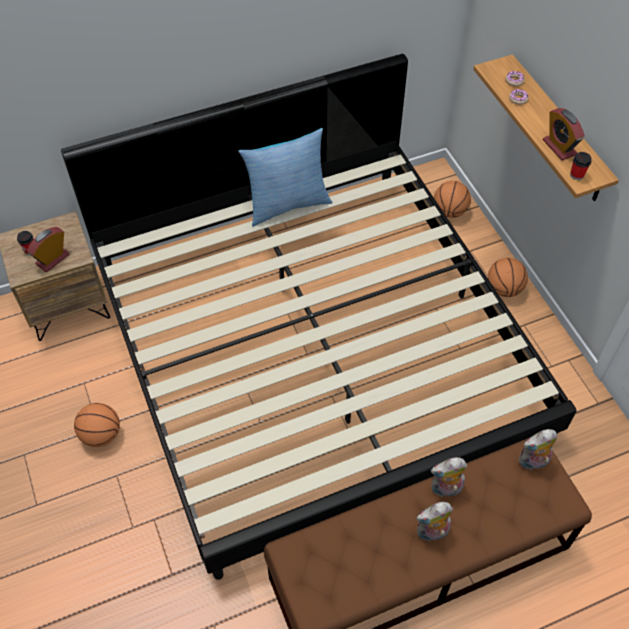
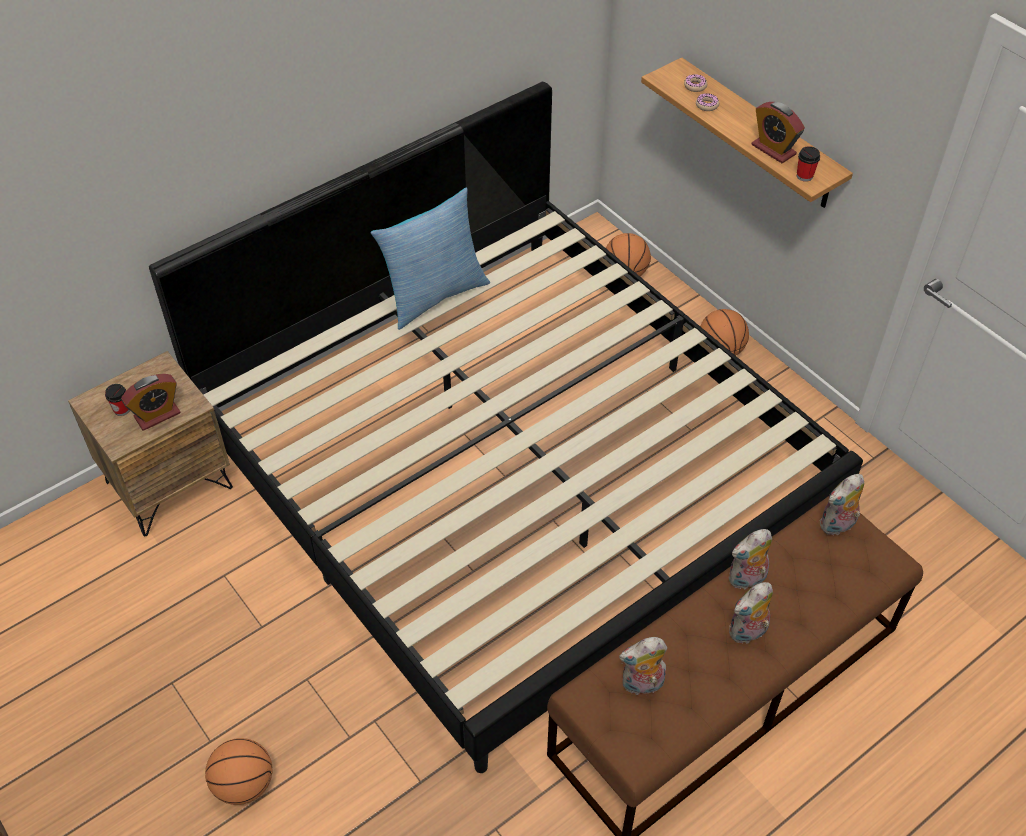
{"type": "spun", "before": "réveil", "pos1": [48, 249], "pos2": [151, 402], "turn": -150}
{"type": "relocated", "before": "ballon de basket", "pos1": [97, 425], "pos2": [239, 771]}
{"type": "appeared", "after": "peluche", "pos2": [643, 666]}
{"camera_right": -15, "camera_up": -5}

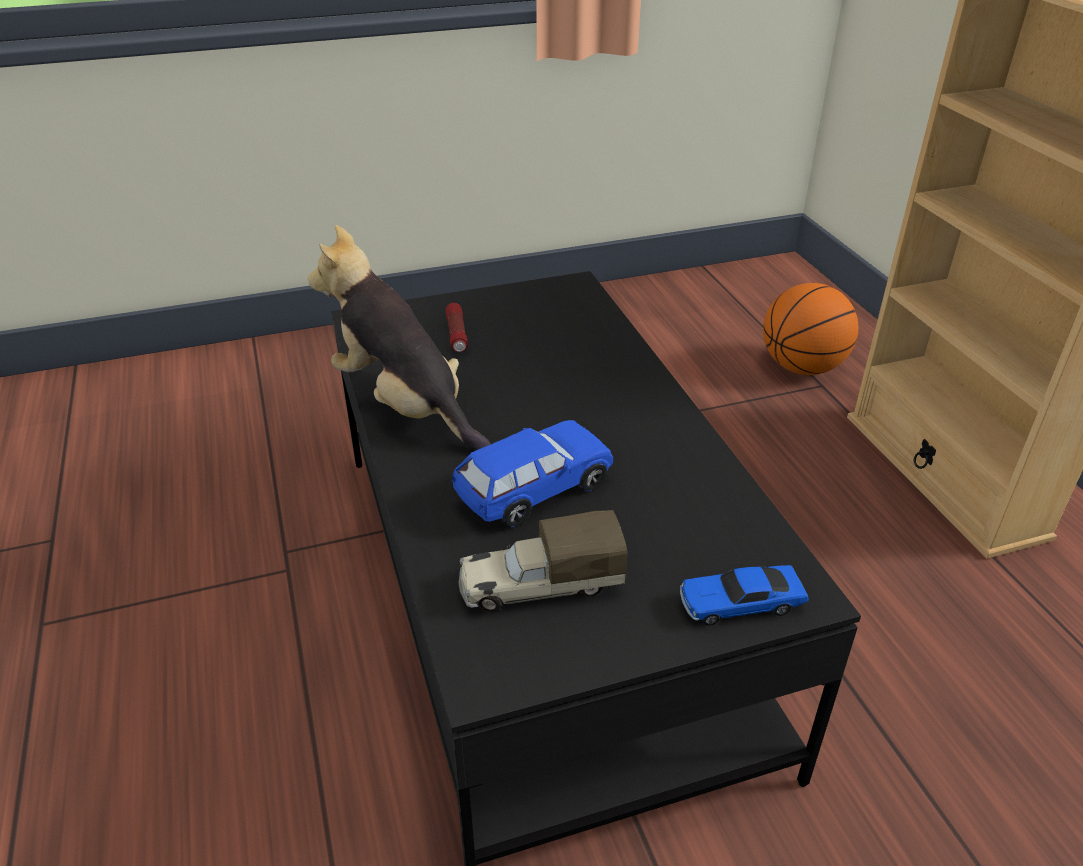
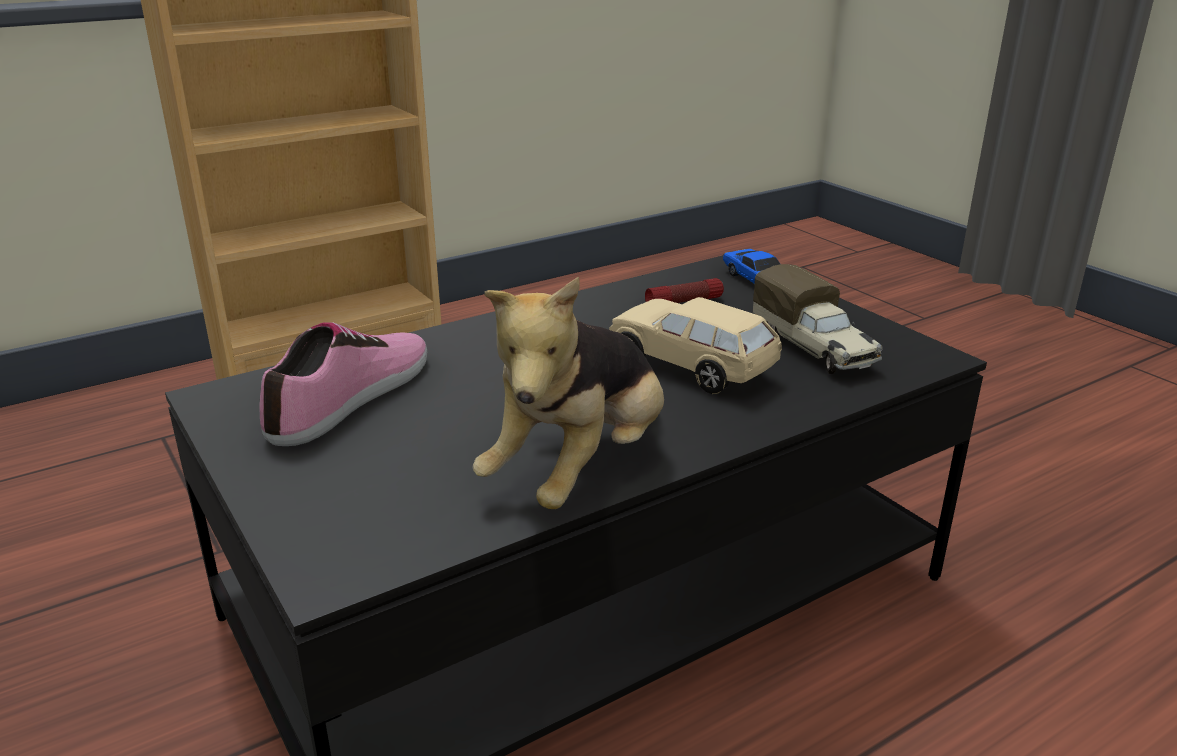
{"type": "appeared", "after": "chaussure", "pos2": [343, 384]}
{"type": "colour", "before": "petite voiture/bleu", "after": "petite voiture/beige", "pos1": [532, 474], "pos2": [695, 345]}
{"type": "relocated", "before": "lampe de poche", "pos1": [457, 327], "pos2": [684, 290]}
{"type": "missing", "before": "ballon de basket", "pos1": [810, 329]}
{"camera_right": -105, "camera_up": -10}

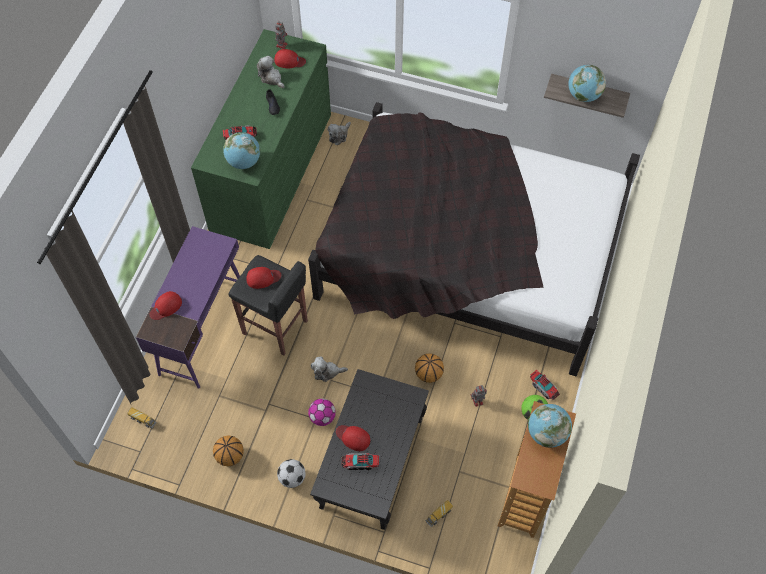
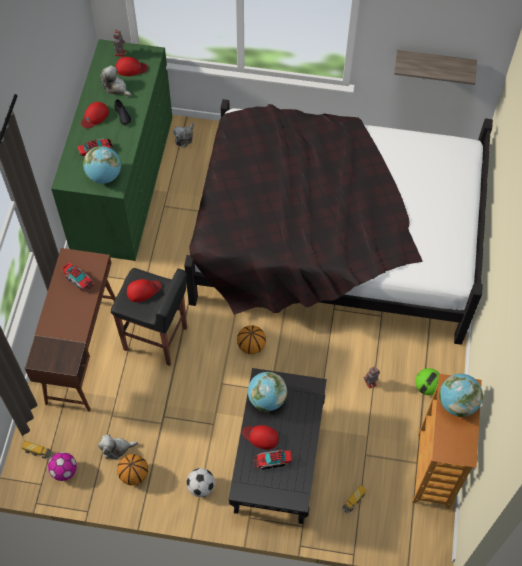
{"type": "colour", "before": "bureau/violet", "after": "bureau/marron", "pos1": [188, 307], "pos2": [70, 330]}
{"type": "relocated", "before": "ballon de foot", "pos1": [322, 412], "pos2": [62, 466]}
{"type": "relocated", "before": "camion jouet", "pos1": [545, 385], "pos2": [78, 277]}
{"type": "relocated", "before": "casquette/rouge", "pos1": [166, 305], "pos2": [95, 115]}
{"type": "relocated", "before": "peluche", "pos1": [329, 369], "pos2": [118, 447]}
{"type": "relocated", "before": "ballon de basket", "pos1": [429, 368], "pos2": [251, 339]}
{"type": "relocated", "before": "globe", "pos1": [587, 83], "pos2": [267, 391]}
{"camera_right": -10, "camera_up": 0}

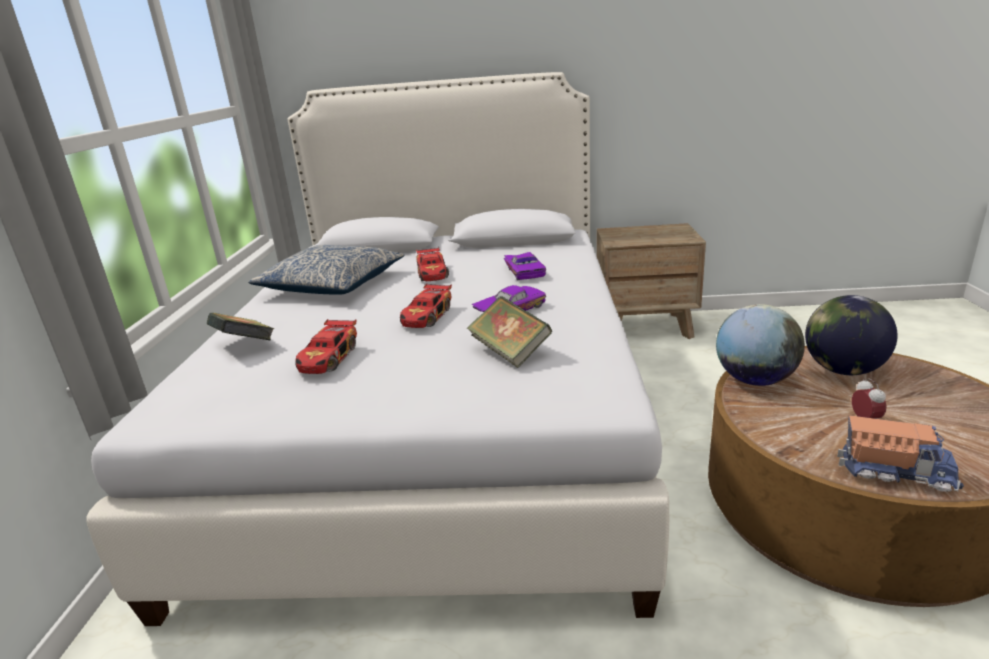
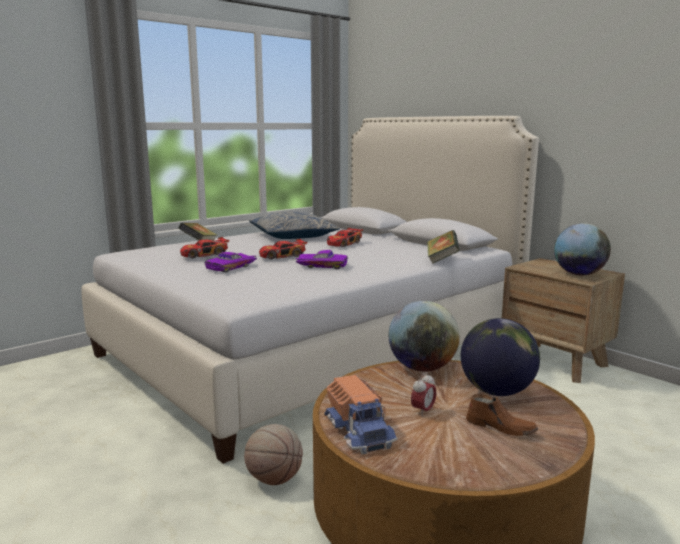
{"type": "relocated", "before": "petite voiture/violet", "pos1": [525, 266], "pos2": [231, 262]}
{"type": "appeared", "after": "ballon de basket", "pos2": [273, 454]}
{"type": "relocated", "before": "livre", "pos1": [509, 332], "pos2": [443, 247]}
{"type": "appeared", "after": "chaussure/marron", "pos2": [502, 415]}
{"type": "appeared", "after": "globe", "pos2": [582, 249]}
{"camera_right": 45, "camera_up": -10}

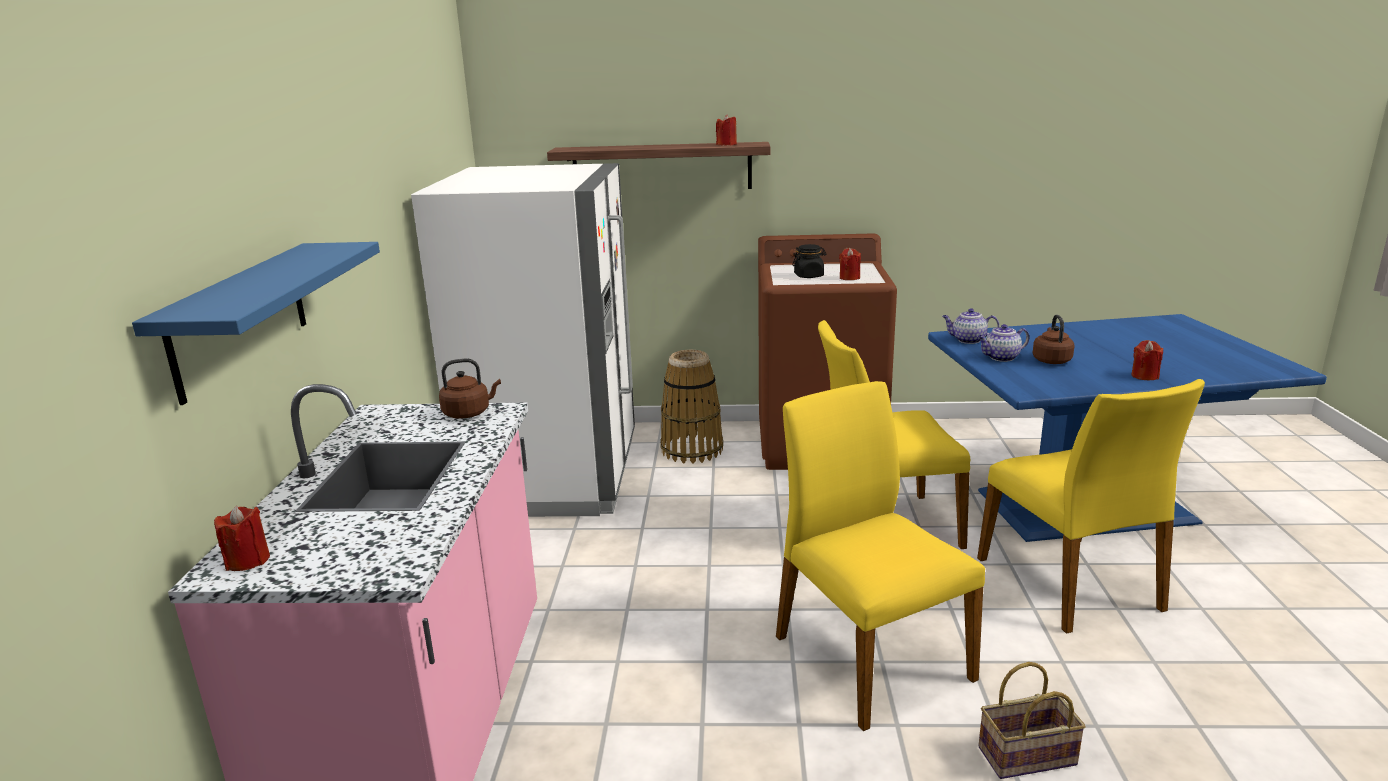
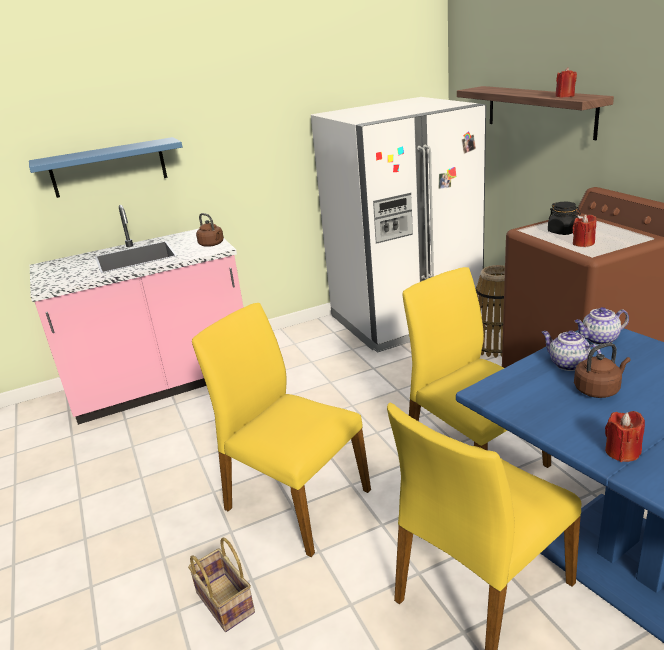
{"type": "spun", "before": "chaise/jaune", "pos1": [880, 556], "pos2": [281, 430], "turn": -90}
{"type": "spun", "before": "théière", "pos1": [970, 326], "pos2": [602, 326], "turn": -90}
{"type": "missing", "before": "bougie/rouge", "pos1": [242, 538]}
{"camera_right": 65, "camera_up": 5}

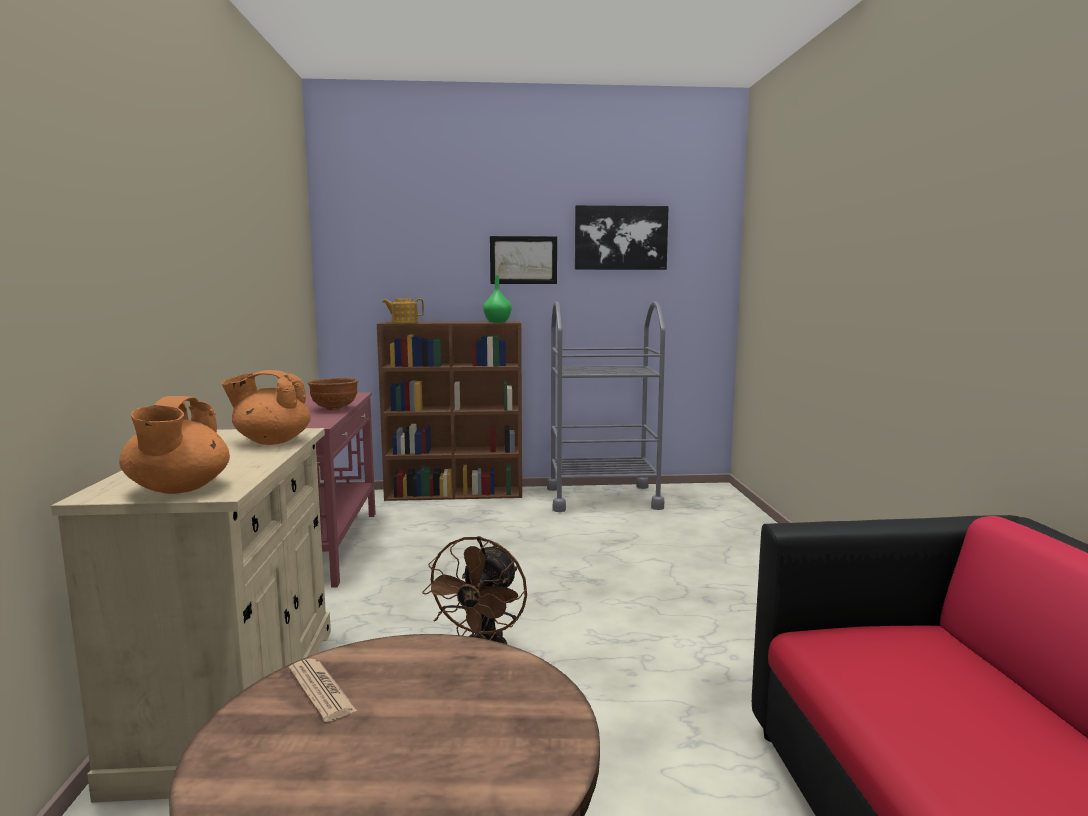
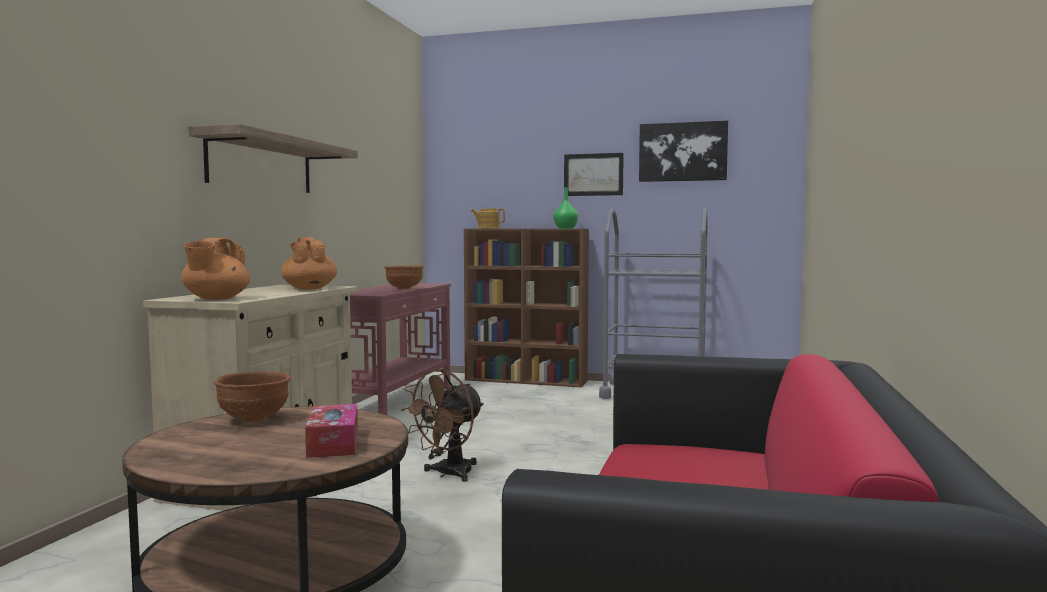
{"type": "appeared", "after": "étagère", "pos2": [273, 158]}
{"type": "exchanged", "before": "journal", "after": "bol/marron", "pos1": [322, 690], "pos2": [252, 397]}
{"type": "spun", "before": "théière/orange", "pos1": [265, 407], "pos2": [309, 263], "turn": 45}
{"type": "appeared", "after": "boîte à mouchoirs", "pos2": [331, 431]}
{"camera_right": 20, "camera_up": -5}

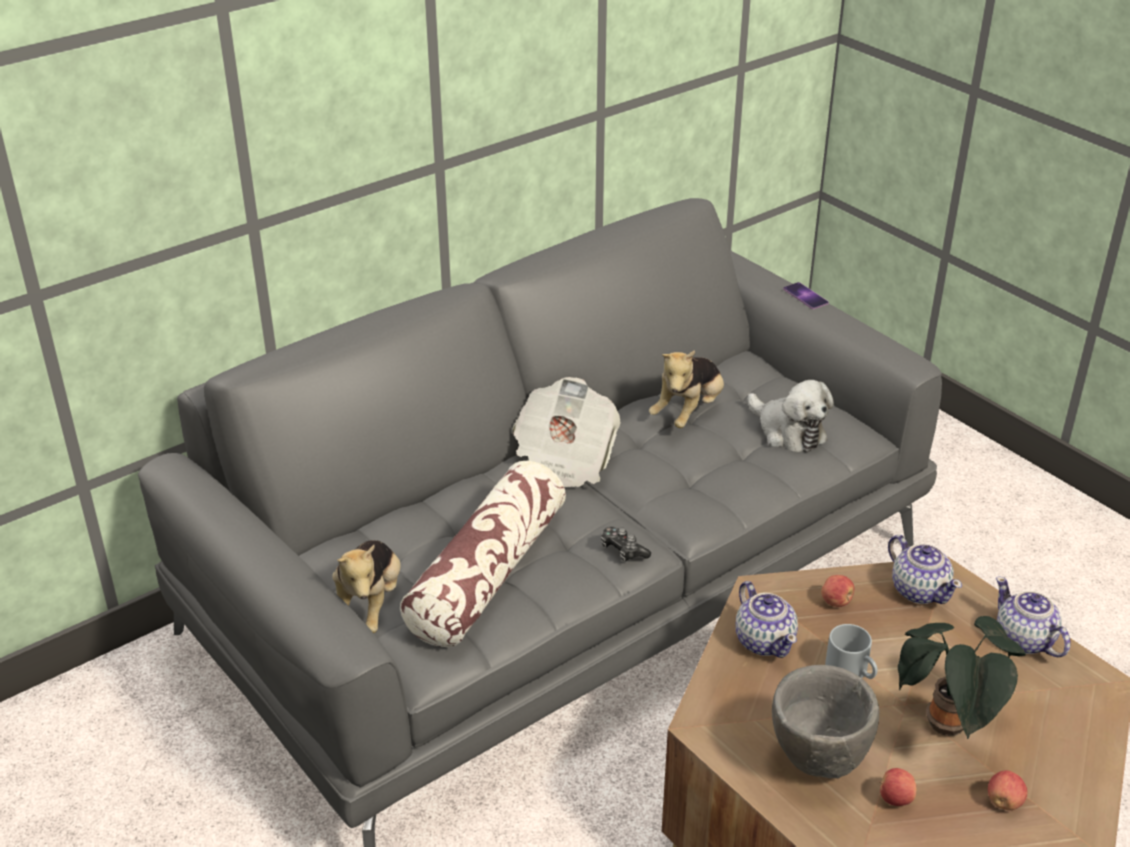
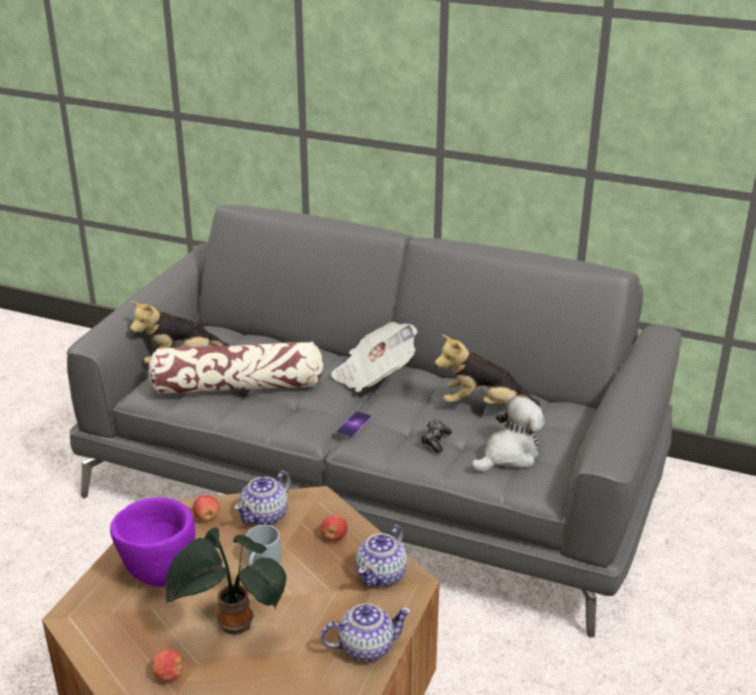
{"type": "colour", "before": "bol/gris", "after": "bol/violet", "pos1": [825, 722], "pos2": [152, 542]}
{"type": "relocated", "before": "pomme", "pos1": [898, 787], "pos2": [206, 508]}
{"type": "spun", "before": "théière", "pos1": [1033, 617], "pos2": [366, 632], "turn": 45}
{"type": "relocated", "before": "téléphone", "pos1": [806, 295], "pos2": [354, 424]}
{"type": "relocated", "before": "manette", "pos1": [626, 544], "pos2": [436, 436]}
{"type": "spun", "before": "peluche", "pos1": [790, 416], "pos2": [508, 434], "turn": -150}
{"camera_right": 60, "camera_up": -5}

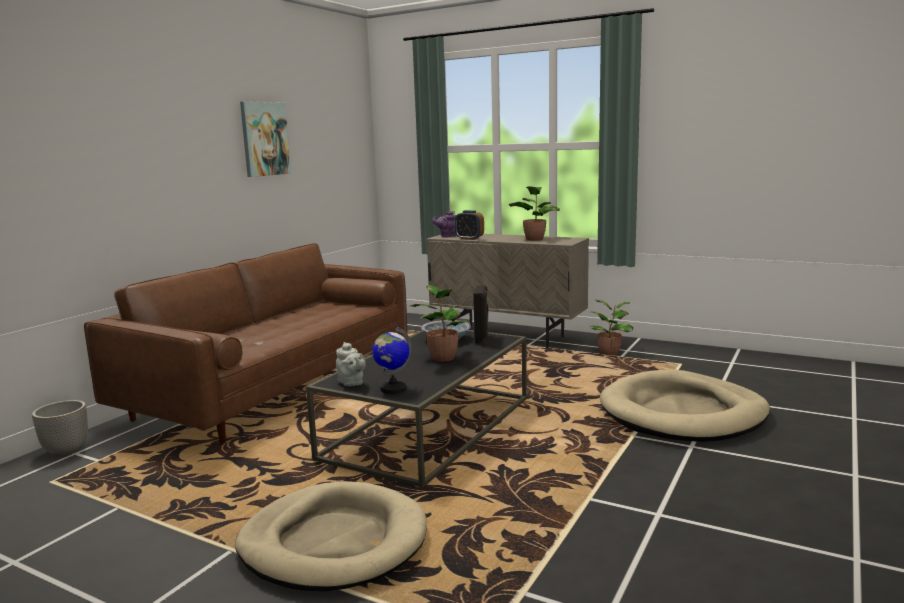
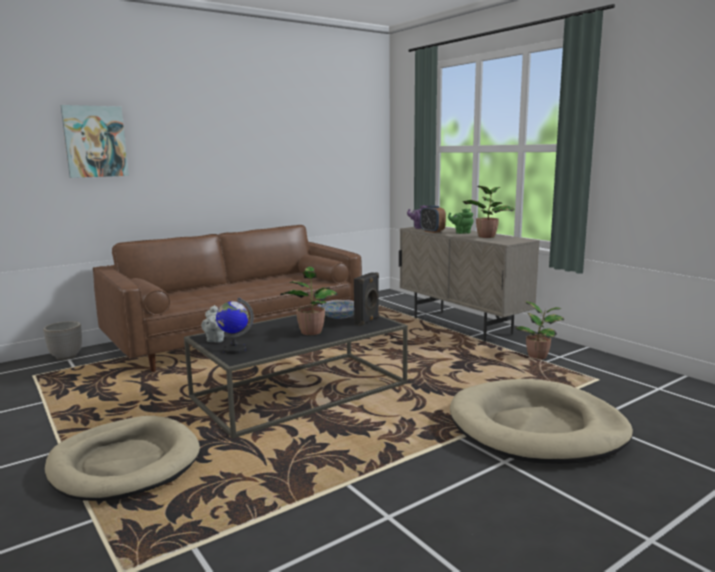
{"type": "relocated", "before": "tableau", "pos1": [265, 139], "pos2": [95, 141]}
{"type": "appeared", "after": "théière/vert", "pos2": [461, 221]}
{"camera_right": 25, "camera_up": 0}

